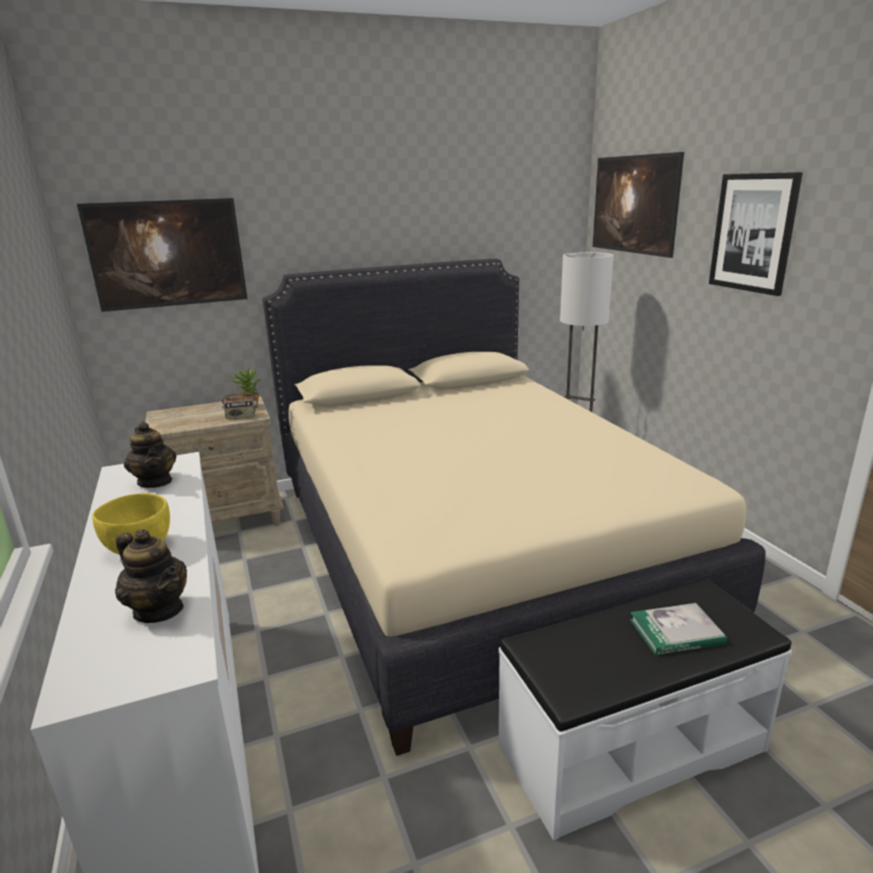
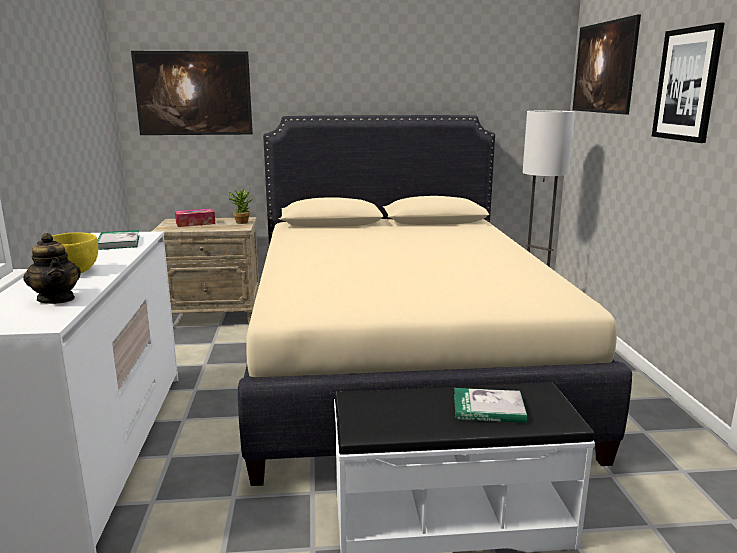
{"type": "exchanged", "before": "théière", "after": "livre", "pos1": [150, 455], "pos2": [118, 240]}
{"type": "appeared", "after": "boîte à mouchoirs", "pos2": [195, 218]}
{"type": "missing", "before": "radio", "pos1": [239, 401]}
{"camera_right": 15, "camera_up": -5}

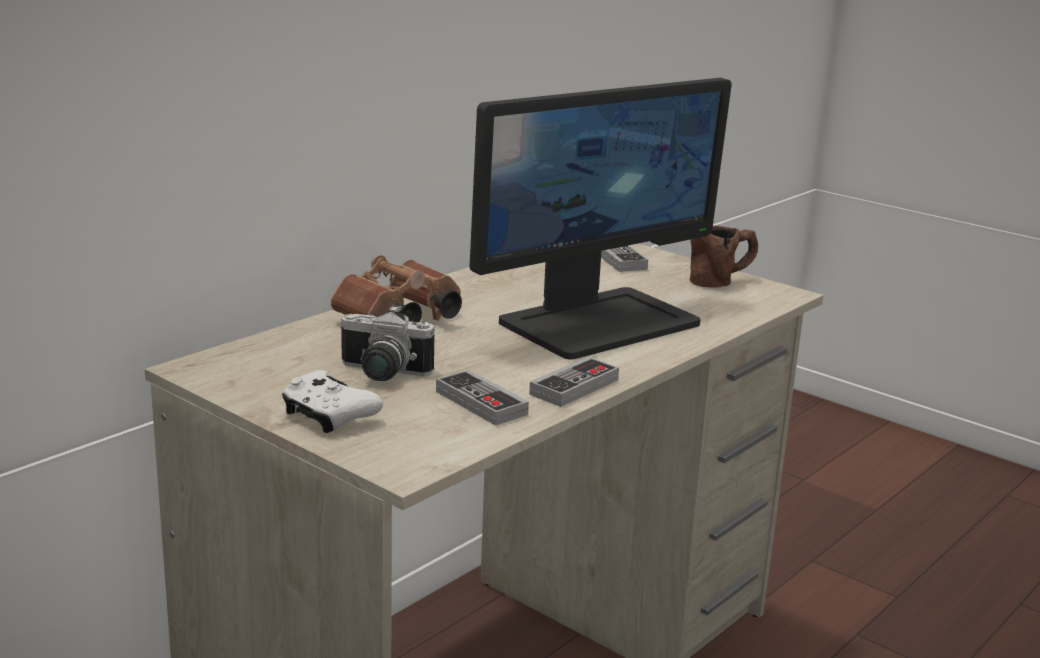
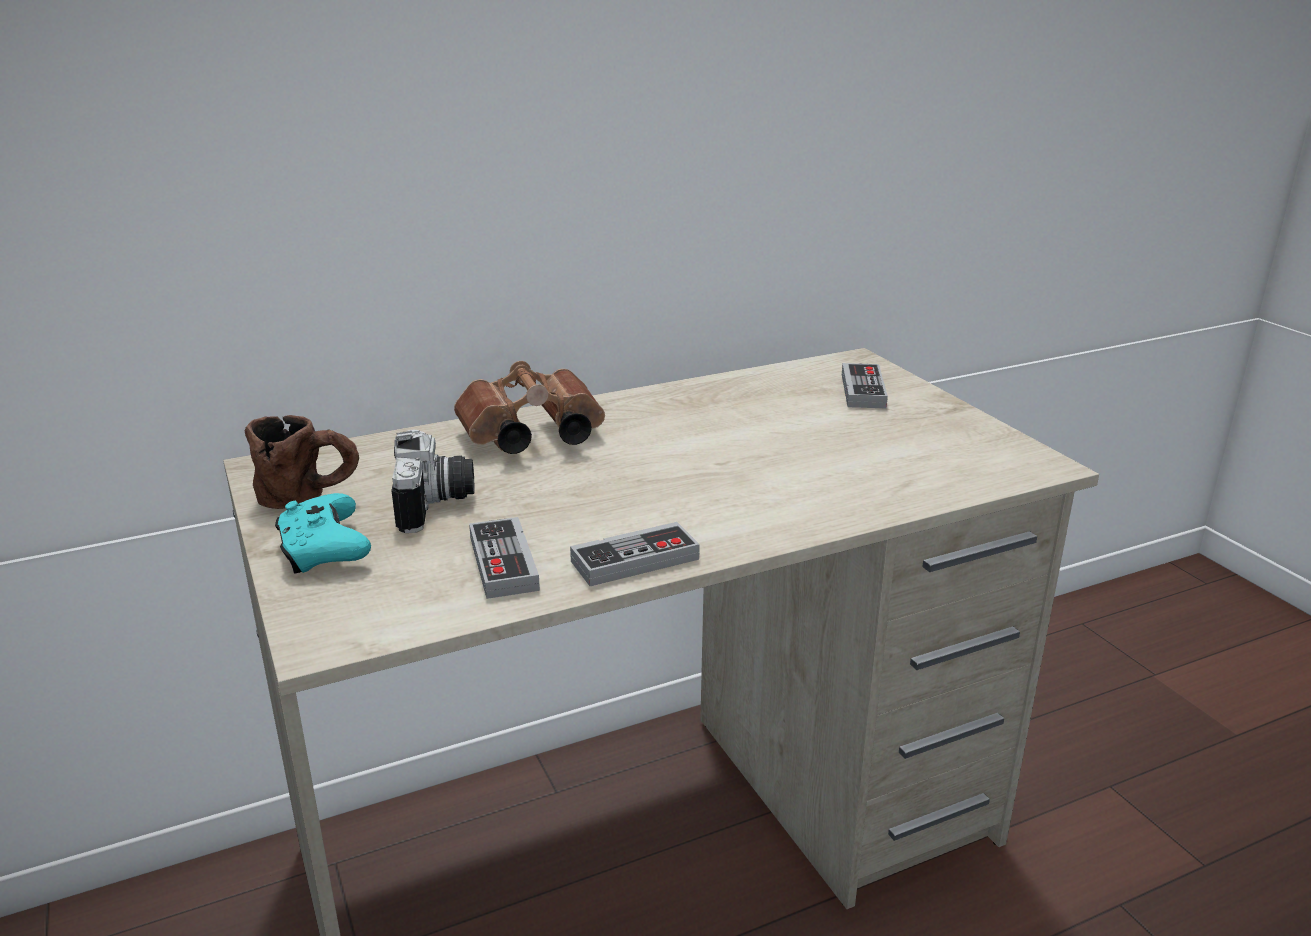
{"type": "relocated", "before": "mug/marron", "pos1": [724, 256], "pos2": [302, 462]}
{"type": "colour", "before": "manette/blanc", "after": "manette/turquoise", "pos1": [332, 401], "pos2": [323, 533]}
{"type": "spun", "before": "appareil photo", "pos1": [388, 343], "pos2": [432, 481], "turn": -135}
{"type": "missing", "before": "écran d'ordinateur", "pos1": [601, 219]}
{"camera_right": 25, "camera_up": 5}

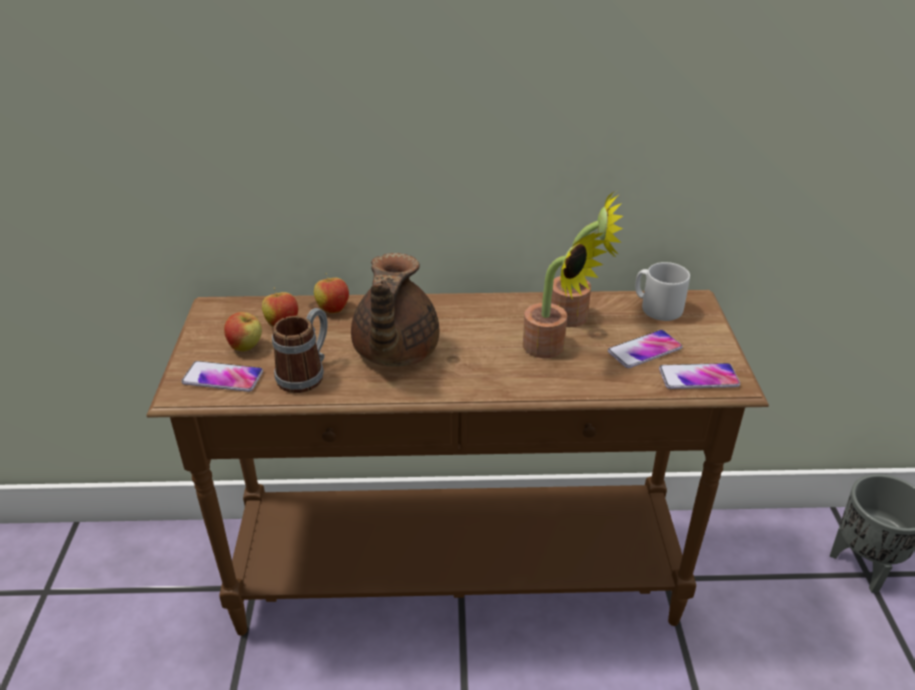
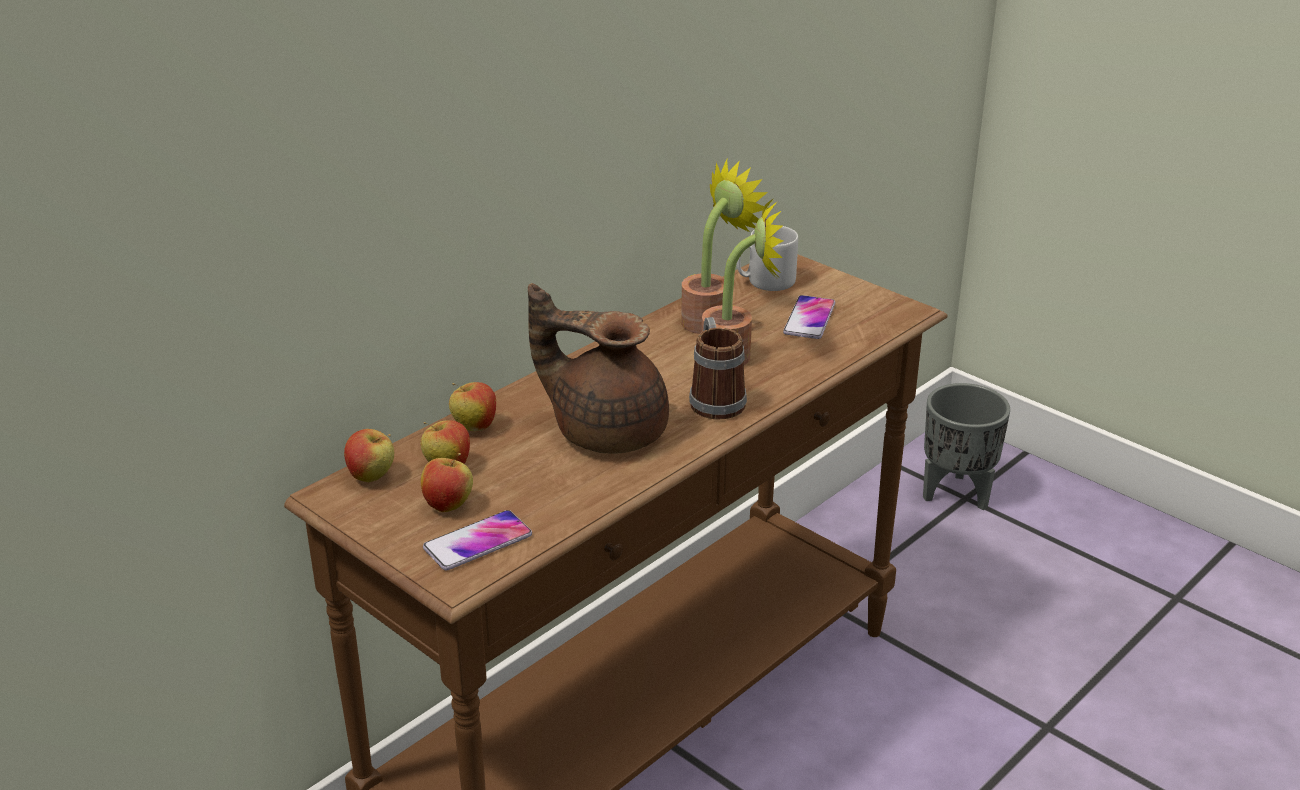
{"type": "appeared", "after": "pomme", "pos2": [369, 455]}
{"type": "spun", "before": "théière/marron", "pos1": [395, 310], "pos2": [598, 368], "turn": 150}
{"type": "relocated", "before": "mug", "pos1": [300, 350], "pos2": [718, 368]}
{"type": "missing", "before": "téléphone", "pos1": [699, 376]}
{"camera_right": -45, "camera_up": -5}

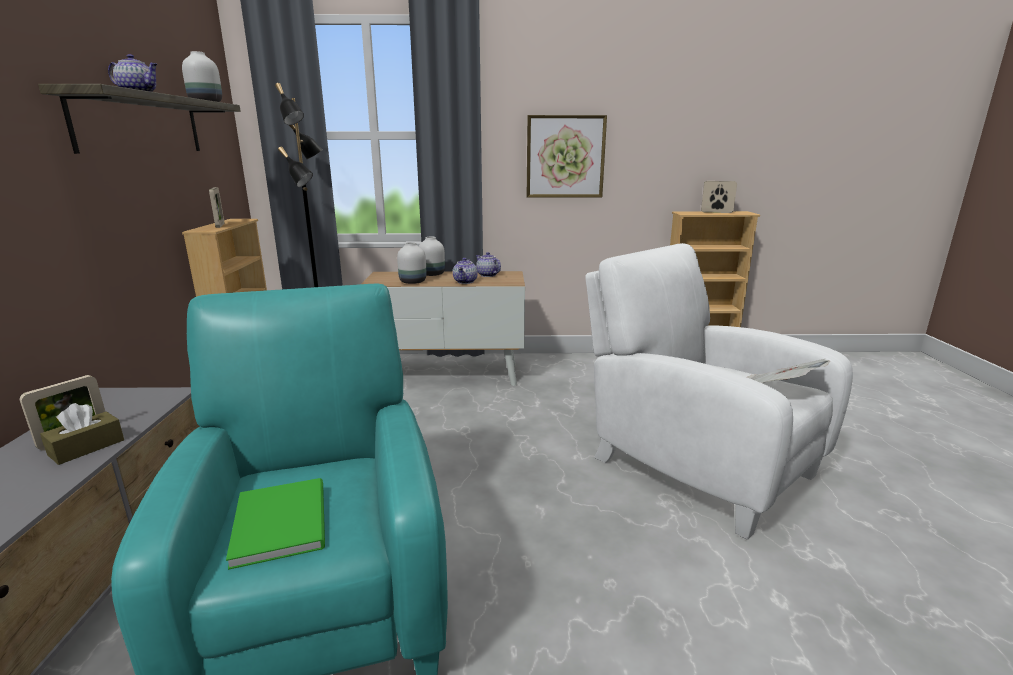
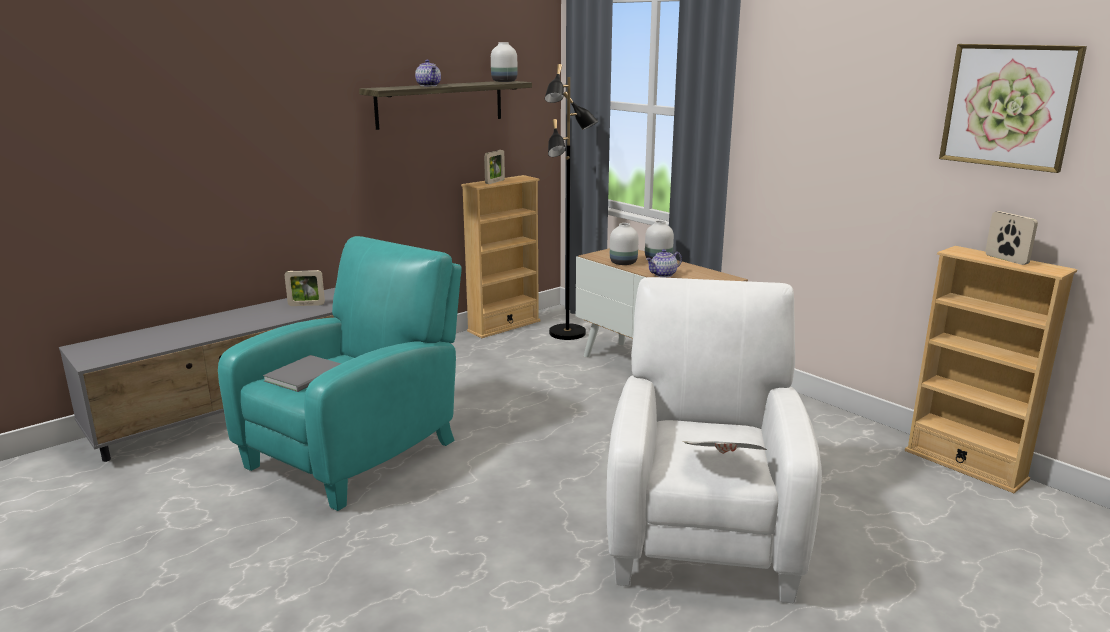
{"type": "colour", "before": "livre/vert", "after": "livre/gris", "pos1": [275, 524], "pos2": [302, 373]}
{"type": "relocated", "before": "tableau", "pos1": [567, 156], "pos2": [1013, 108]}
{"type": "missing", "before": "boîte à mouchoirs/marron", "pos1": [82, 434]}
{"type": "missing", "before": "théière", "pos1": [488, 264]}
{"camera_right": 50, "camera_up": 0}

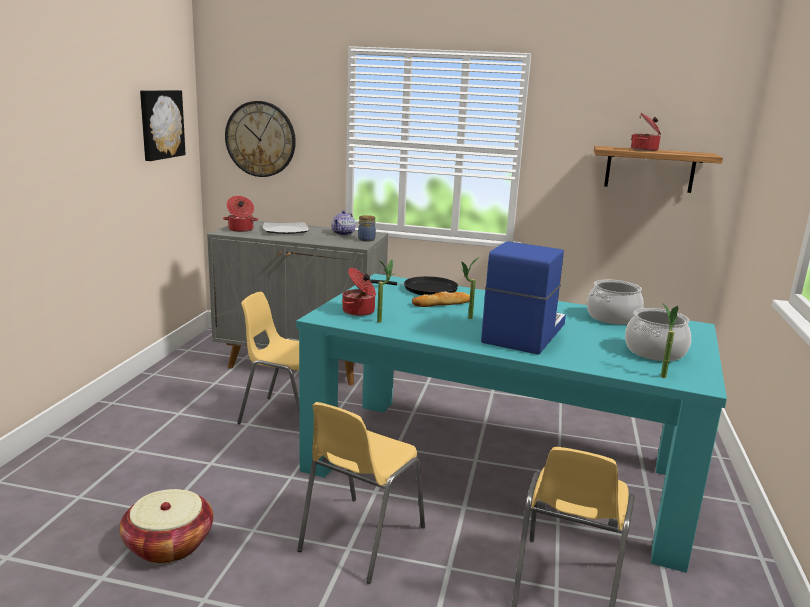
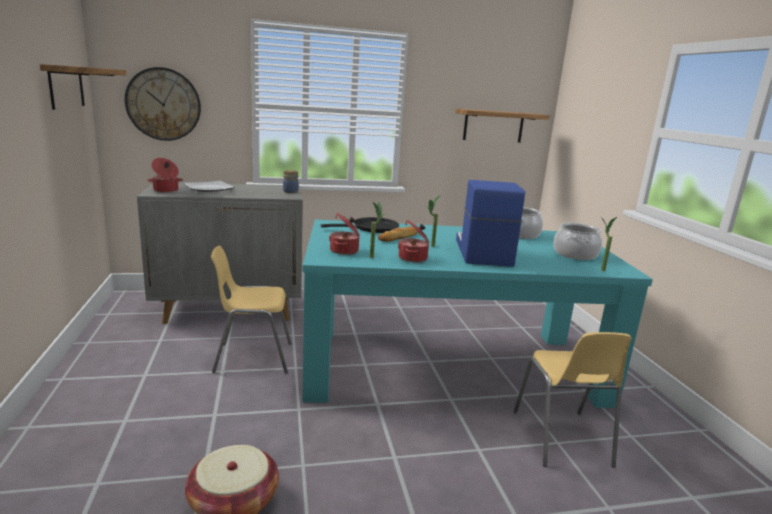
{"type": "exchanged", "before": "tableau", "after": "étagère", "pos1": [163, 125], "pos2": [83, 87]}
{"type": "relocated", "before": "marmite", "pos1": [646, 132], "pos2": [414, 241]}
{"type": "missing", "before": "chaise/jaune", "pos1": [361, 493]}
{"type": "missing", "before": "théière", "pos1": [343, 223]}
{"camera_right": -25, "camera_up": 0}

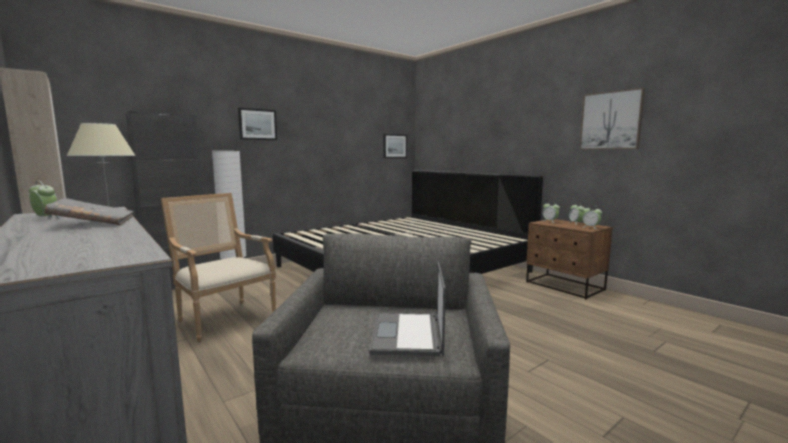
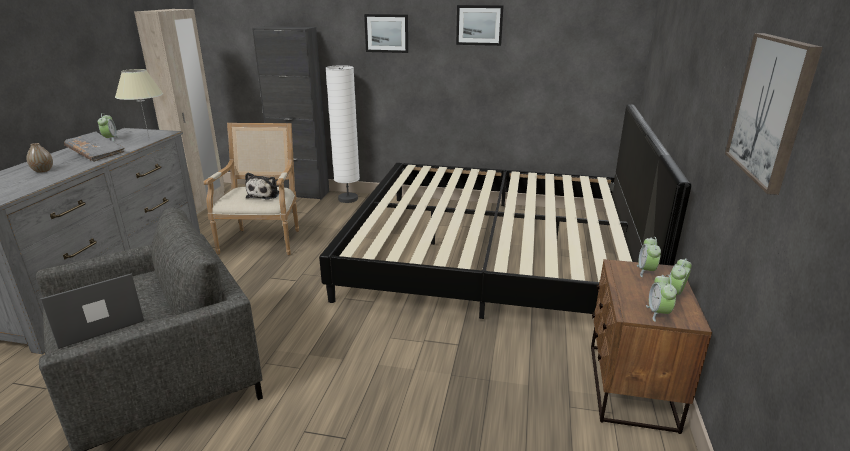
{"type": "appeared", "after": "vase", "pos2": [40, 158]}
{"type": "appeared", "after": "peluche", "pos2": [262, 186]}
{"type": "relocated", "before": "tableau", "pos1": [395, 146], "pos2": [480, 25]}
{"camera_right": 50, "camera_up": 15}

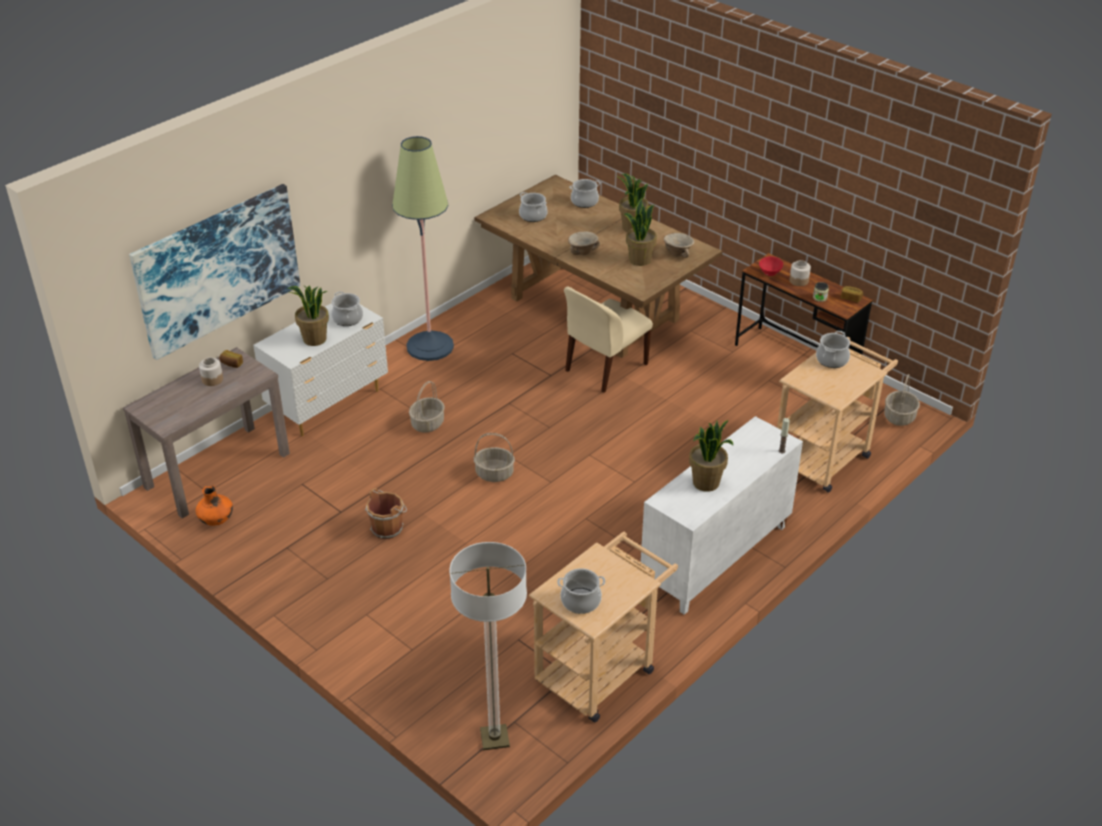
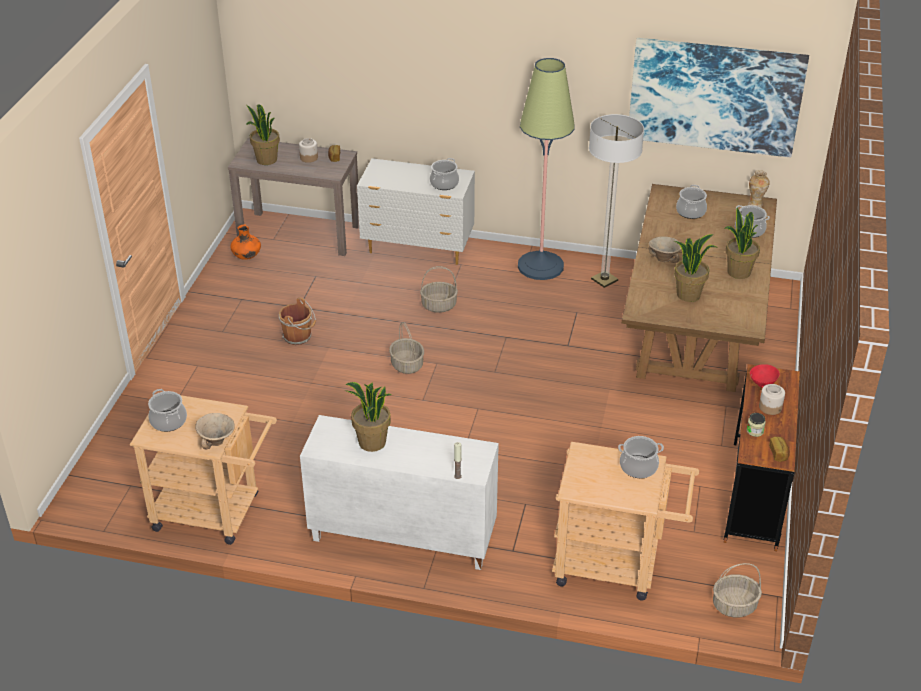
{"type": "relocated", "before": "bol/beige", "pos1": [679, 245], "pos2": [215, 431]}
{"type": "relocated", "before": "plante en pot", "pos1": [308, 315], "pos2": [263, 134]}
{"type": "relocated", "before": "lampadaire", "pos1": [488, 646], "pos2": [616, 201]}
{"type": "relocated", "before": "tableau", "pos1": [214, 272], "pos2": [718, 97]}
{"type": "appeared", "after": "vase", "pos2": [759, 188]}
{"type": "missing", "before": "chaise/beige", "pos1": [608, 340]}
{"camera_right": 60, "camera_up": 0}

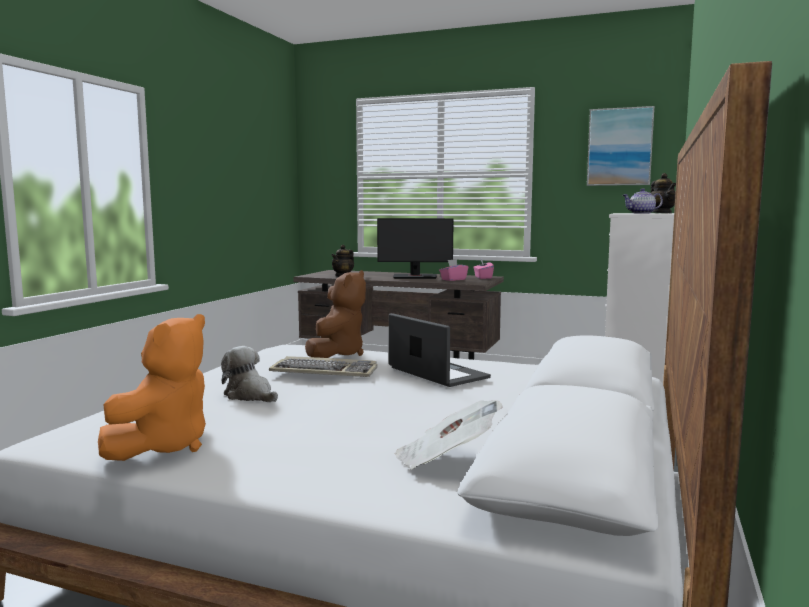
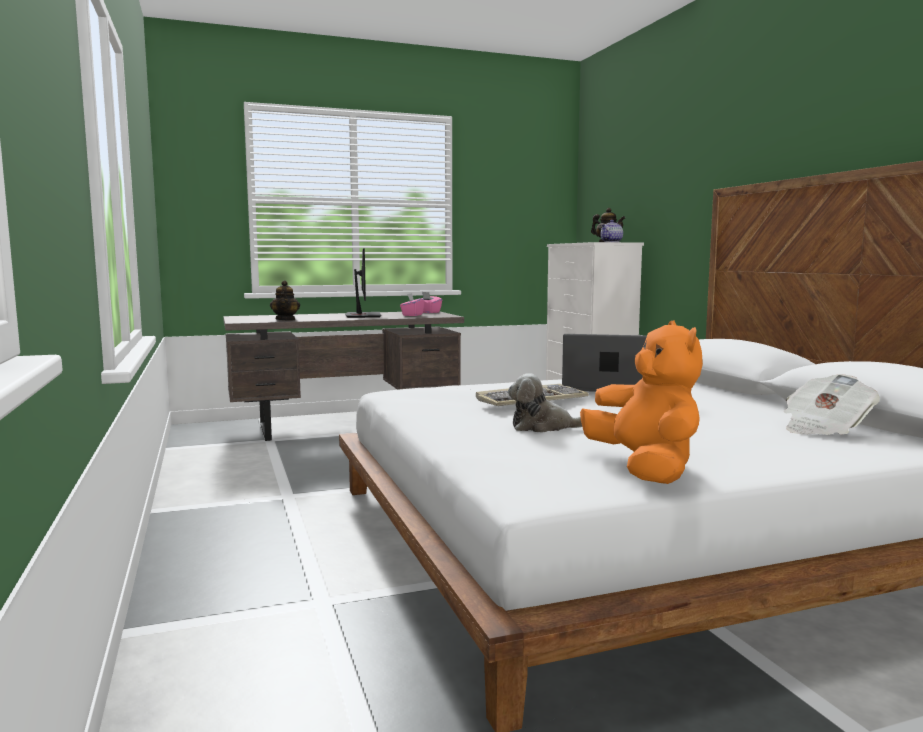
{"type": "spun", "before": "écran d'ordinateur", "pos1": [415, 248], "pos2": [363, 283], "turn": -60}
{"type": "missing", "before": "peluche/marron", "pos1": [335, 314]}
{"type": "missing", "before": "tableau", "pos1": [620, 146]}
{"camera_right": -40, "camera_up": 0}

